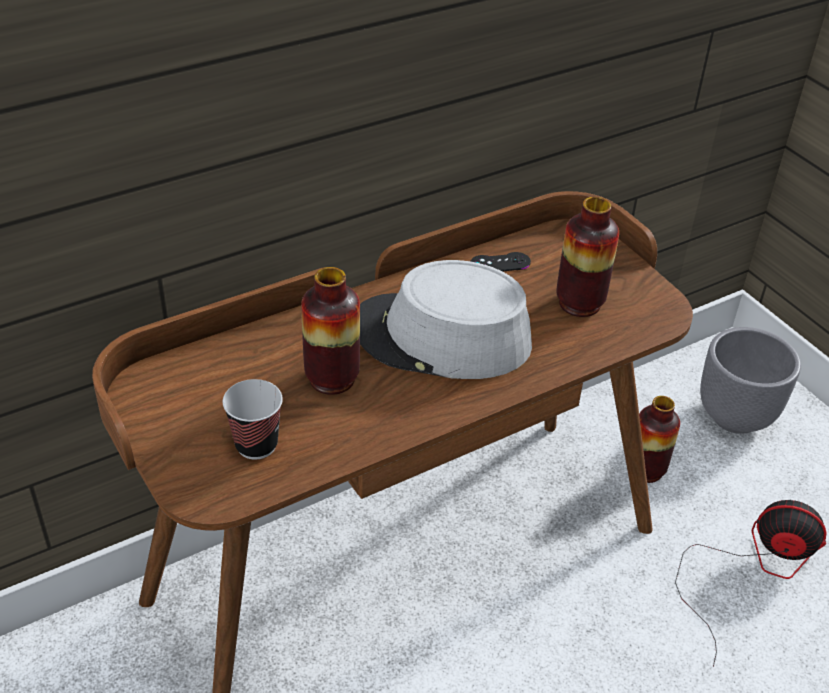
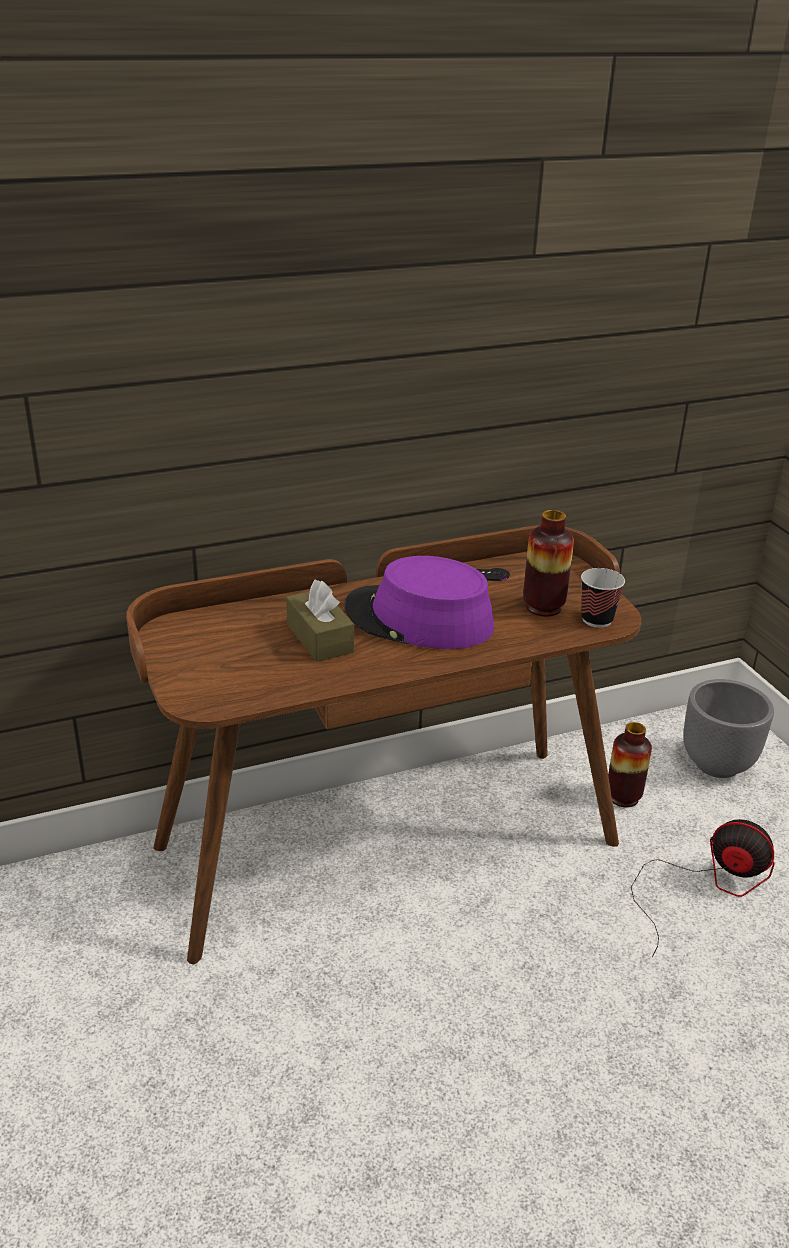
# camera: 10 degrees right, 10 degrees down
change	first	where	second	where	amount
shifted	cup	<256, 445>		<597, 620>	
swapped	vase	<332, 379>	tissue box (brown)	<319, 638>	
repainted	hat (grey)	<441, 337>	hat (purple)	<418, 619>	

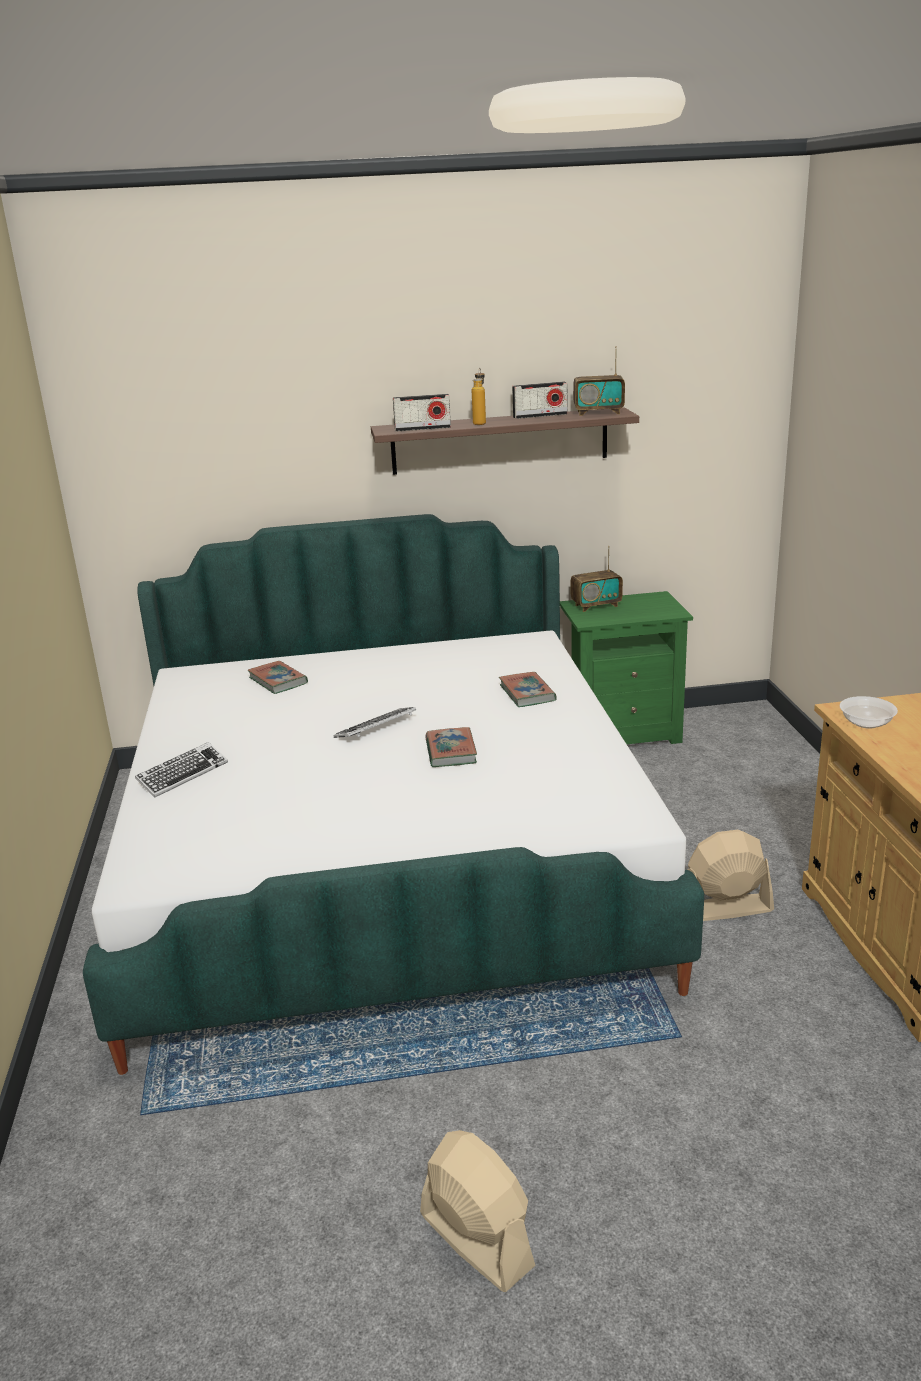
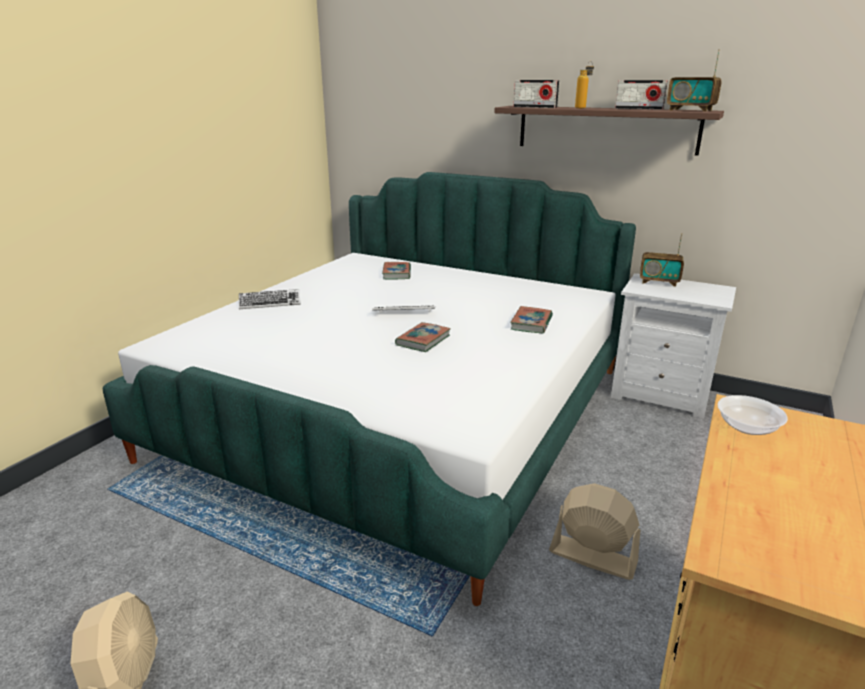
# camera: 35 degrees right, 0 degrees up
change	first	where	second	where	amount
repainted	nightstand (green)	<622, 732>	nightstand (white)	<661, 395>	

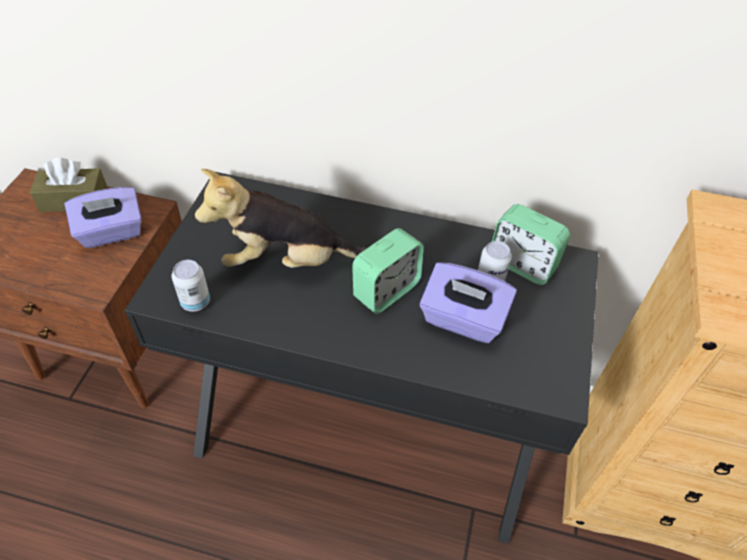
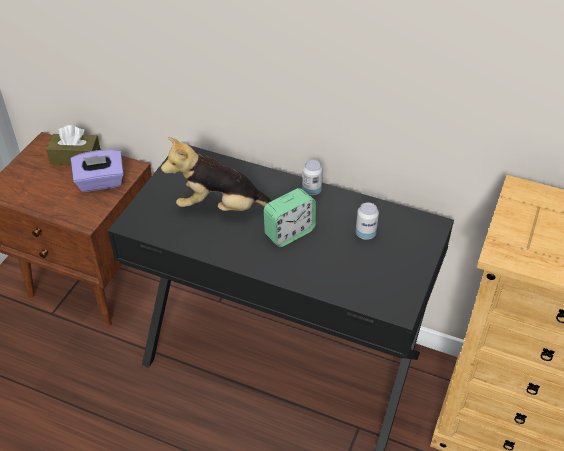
# camera: 10 degrees right, 5 degrees down
change	first	where	second	where	amount
gone	tissue box (purple)	<462, 320>			
gone	alarm clock	<522, 264>			
shifted	can	<195, 302>		<311, 190>	

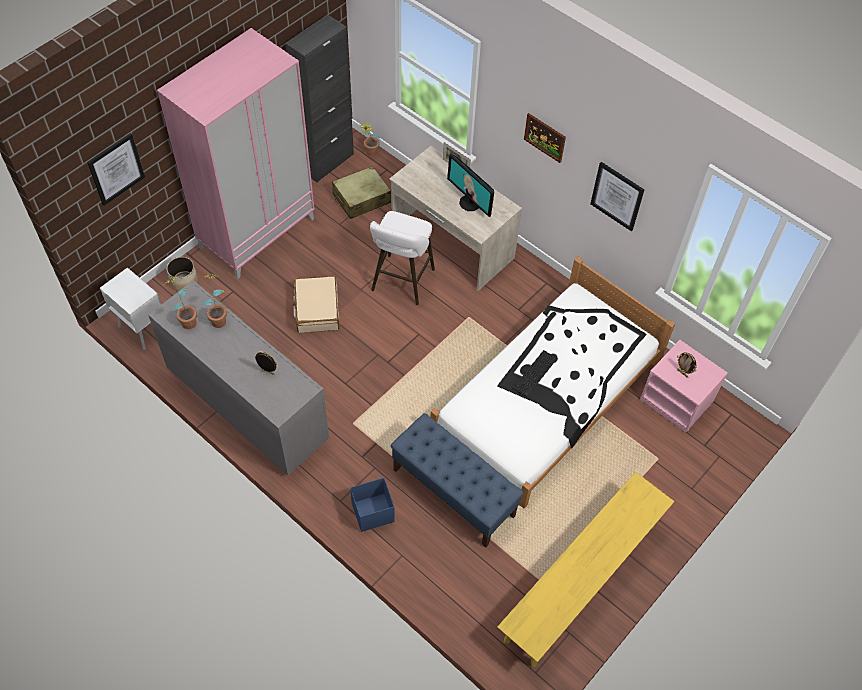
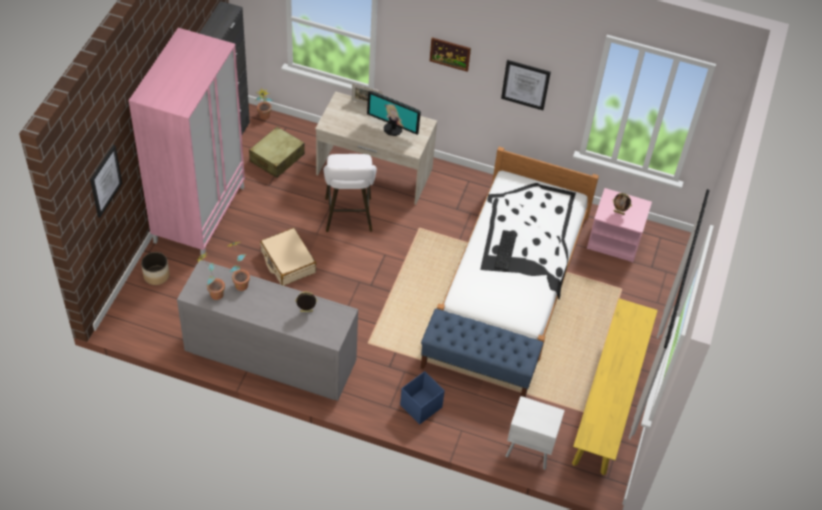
# camera: 25 degrees left, 5 degrees down
change	first	where	second	where	amount
shifted	nightstand (white)	<142, 328>		<528, 450>	

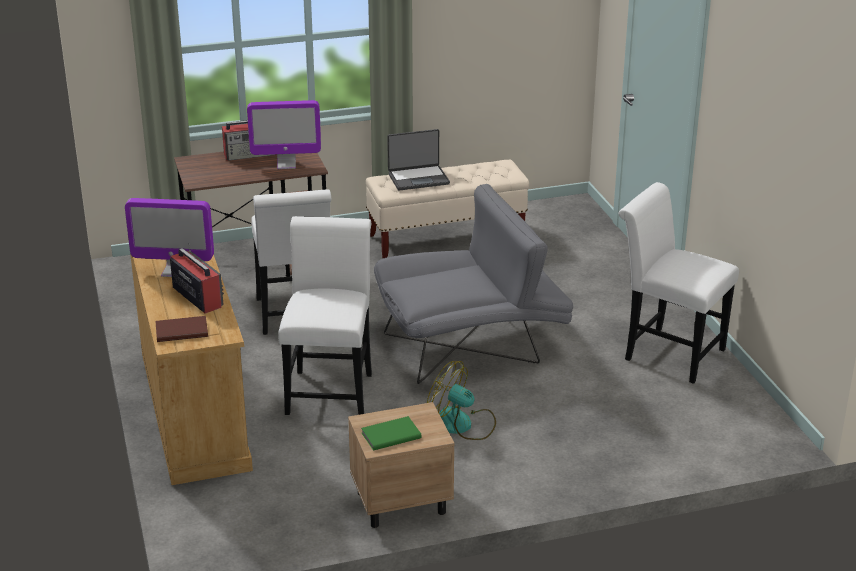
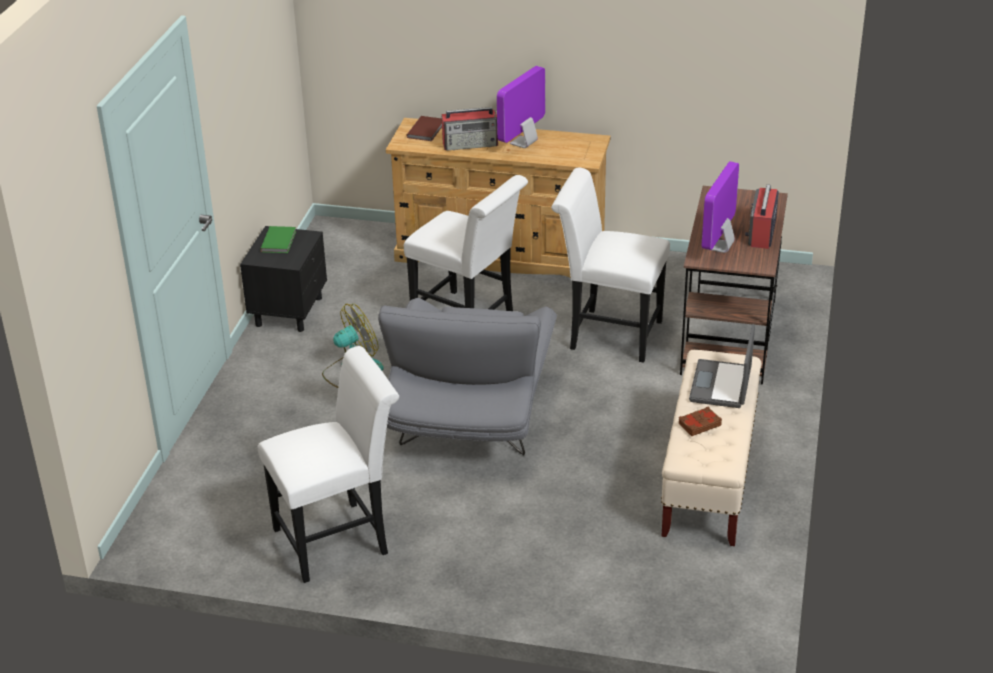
# camera: 120 degrees right, 5 degrees up
change	first	where	second	where	amount
new			book (brown)	<699, 424>	
repainted	nightstand (beige)	<399, 502>	nightstand (black)	<289, 311>	

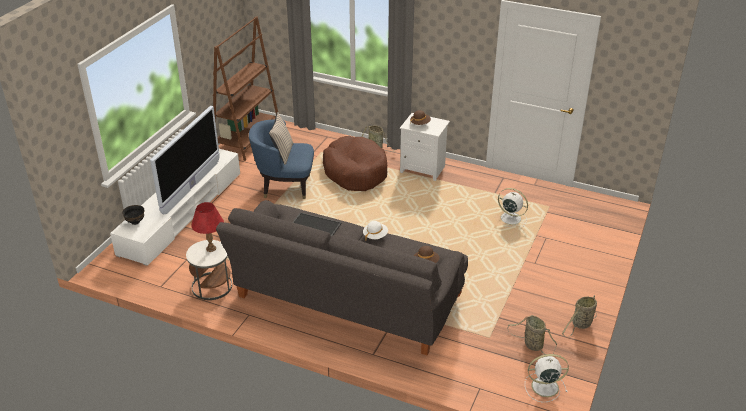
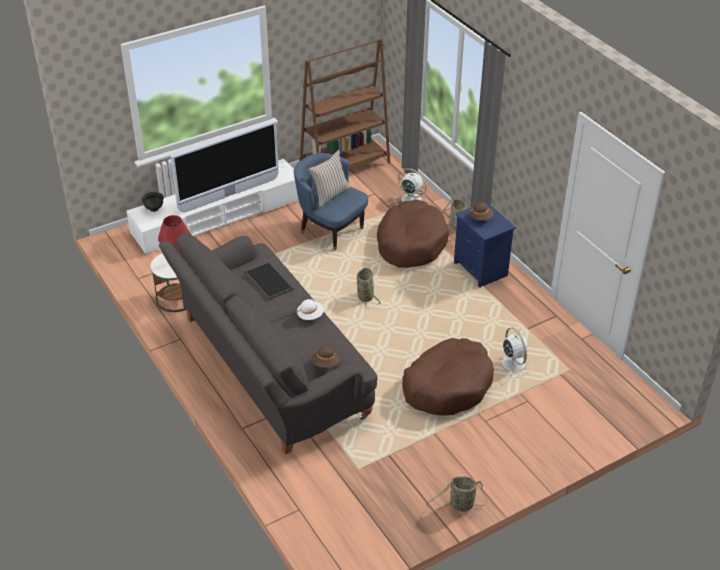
# camera: 35 degrees right, 5 degrees up
change	first	where	second	where	amount
new			dog bed (brown)	<447, 385>	
shifted	basket	<531, 344>		<365, 296>	
shifted	fan (white)	<543, 387>		<410, 199>	
repainted	nightstand (white)	<424, 169>	nightstand (blue)	<482, 270>	

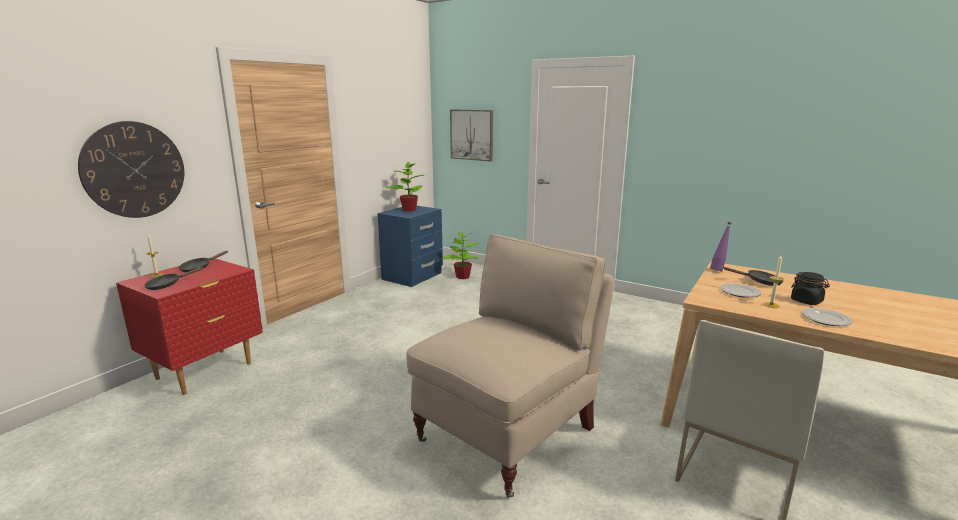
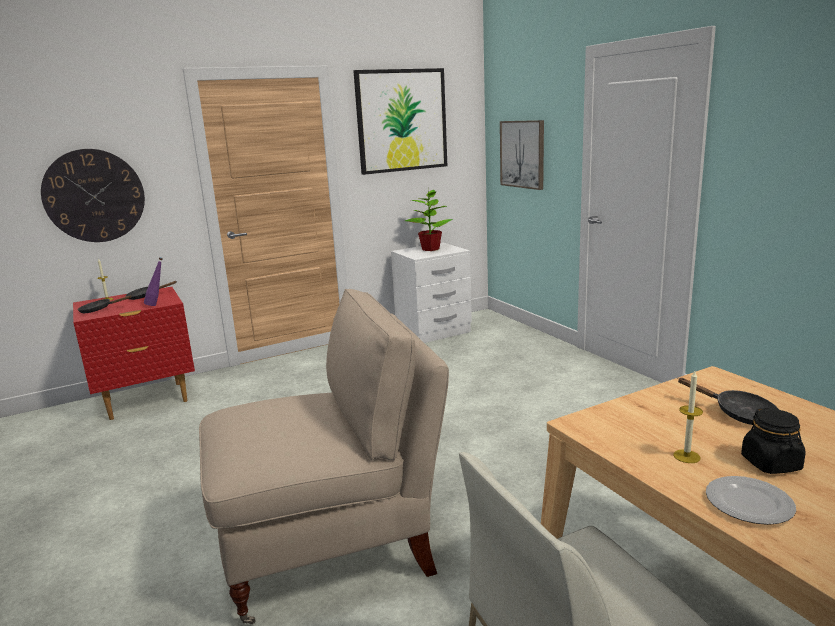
# camera: 30 degrees right, 0 degrees up
change	first	where	second	where	amount
gone	potted plant	<462, 276>			
gone	plate	<739, 292>			
new			picture	<401, 120>	
shifted	bottle (purple)	<718, 270>		<157, 305>	
repainted	nightstand (blue)	<413, 276>	nightstand (white)	<433, 332>	

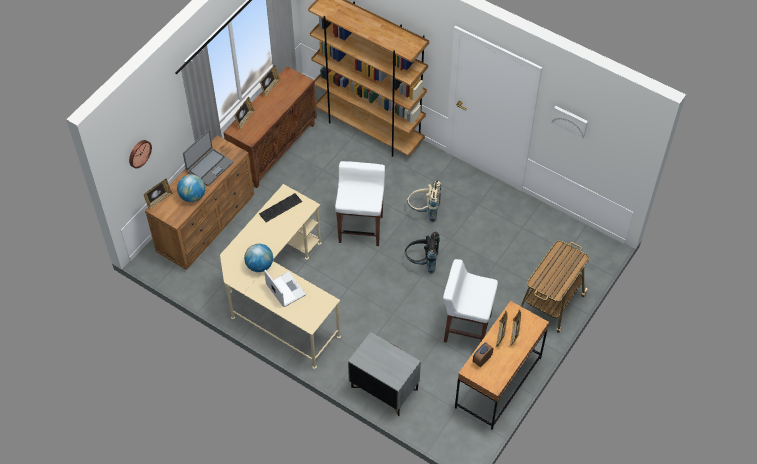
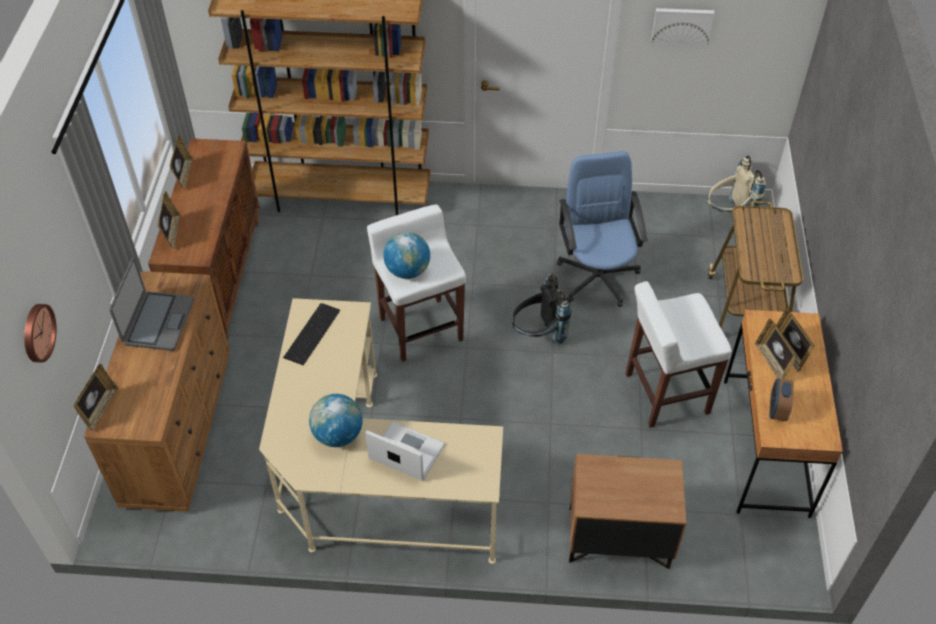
# camera: 30 degrees left, 5 degrees down
change	first	where	second	where	amount
new			office chair (blue)	<597, 276>	
shifted	globe	<193, 196>		<407, 270>	
shifted	backpack (beige)	<424, 211>		<728, 215>	
repainted	nightstand (grey)	<383, 389>	nightstand (brown)	<618, 539>	

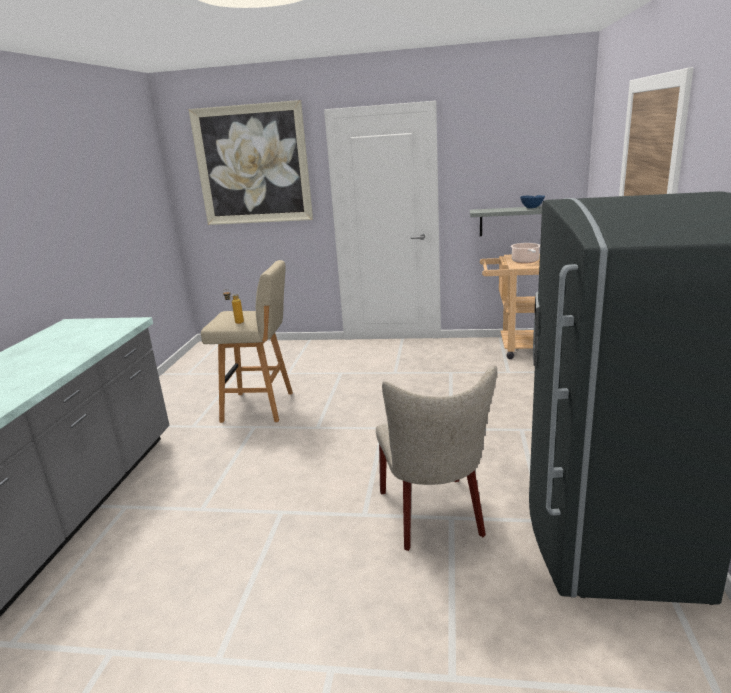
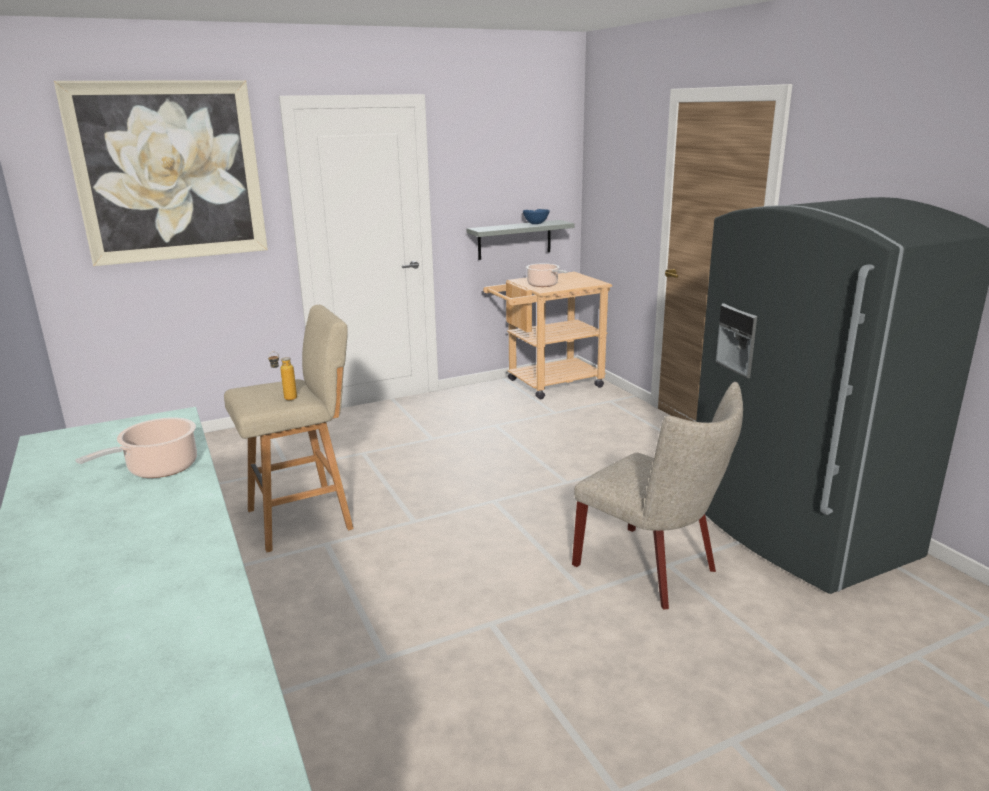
# camera: 35 degrees left, 0 degrees up
change	first	where	second	where	amount
new			cooking pot	<159, 469>	

